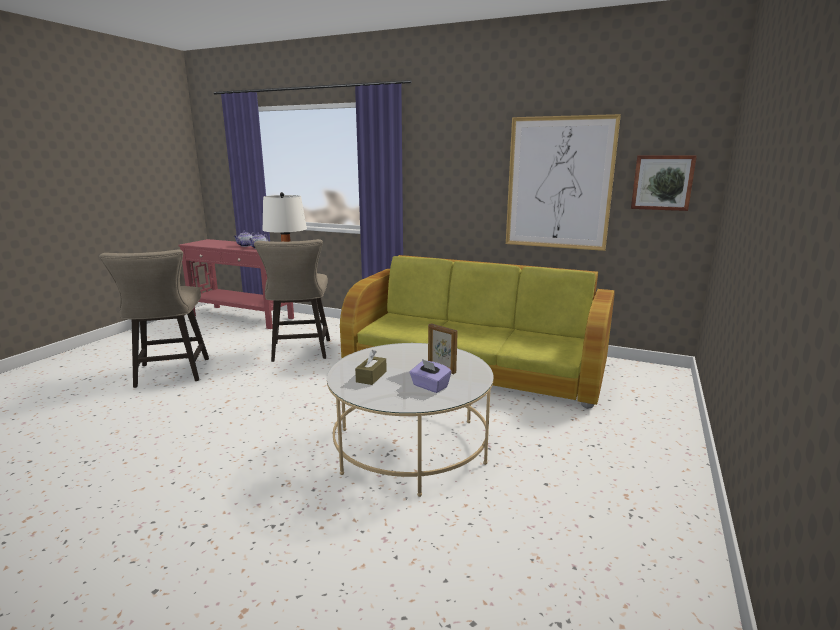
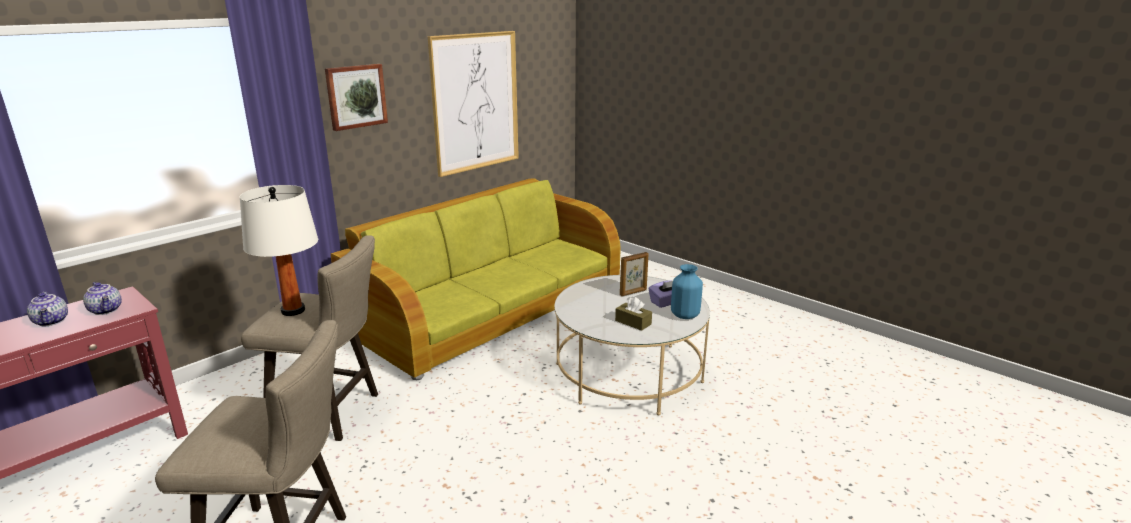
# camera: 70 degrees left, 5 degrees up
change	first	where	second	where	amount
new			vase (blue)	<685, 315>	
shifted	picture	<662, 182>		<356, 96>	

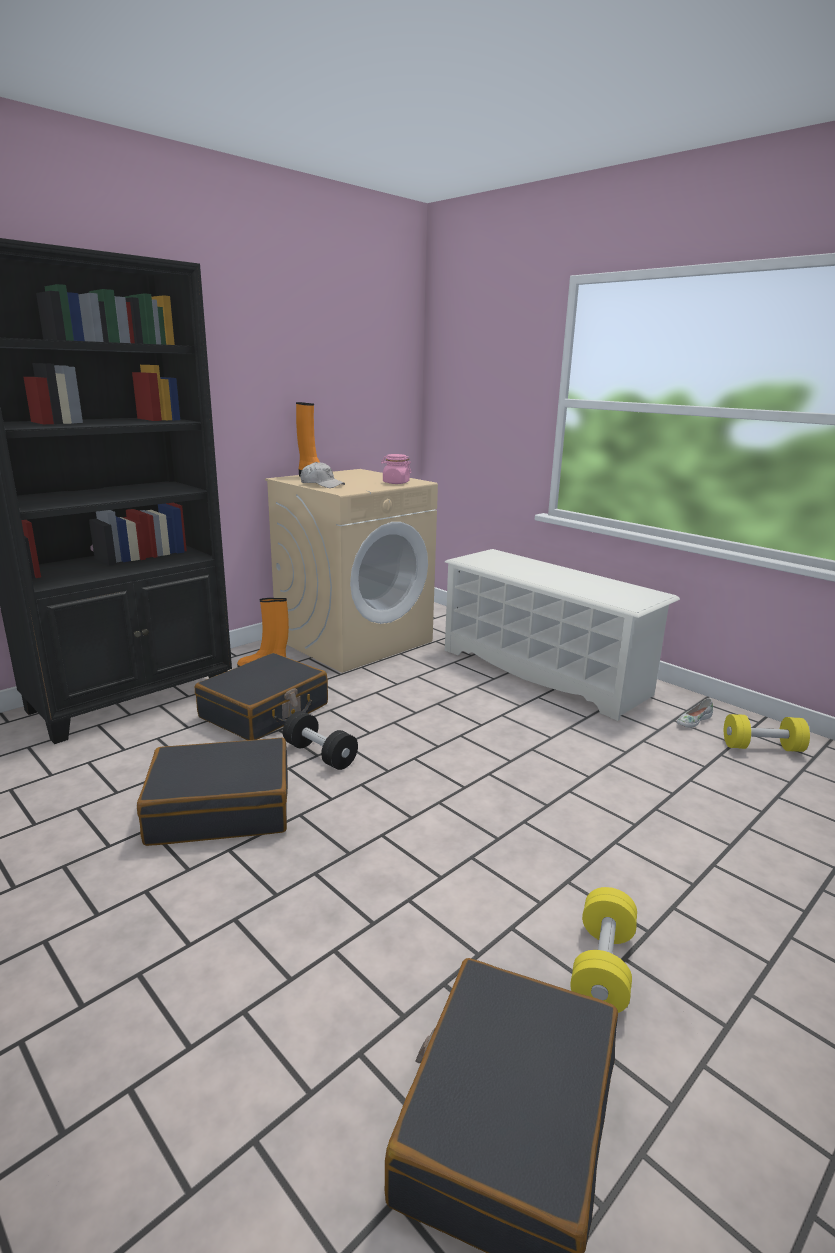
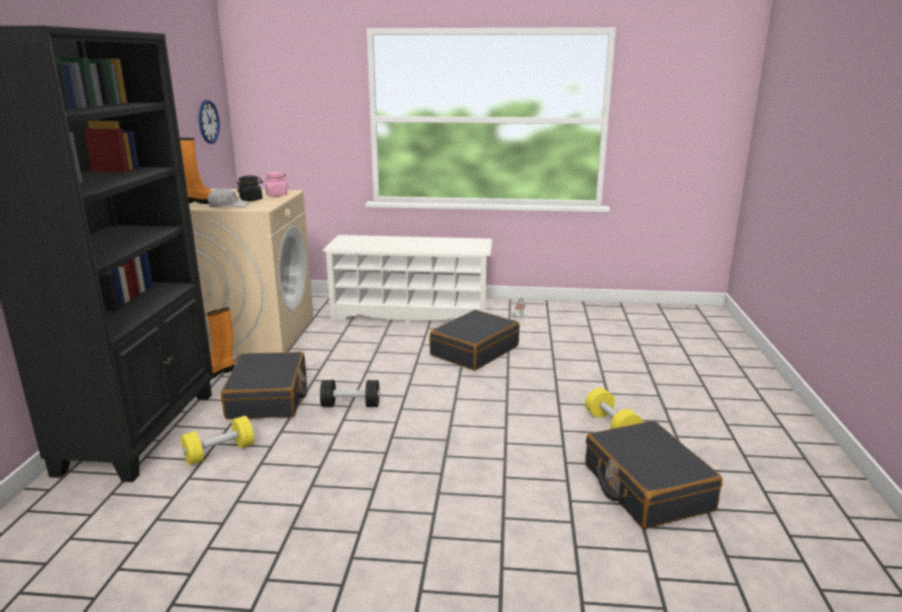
# camera: 40 degrees left, 0 degrees up
change	first	where	second	where	amount
new			wall clock	<208, 121>	
new			jar (black)	<251, 199>	
shifted	suitcase (black)	<221, 808>		<474, 350>	
shifted	dumbbell (yellow)	<762, 747>		<220, 452>	

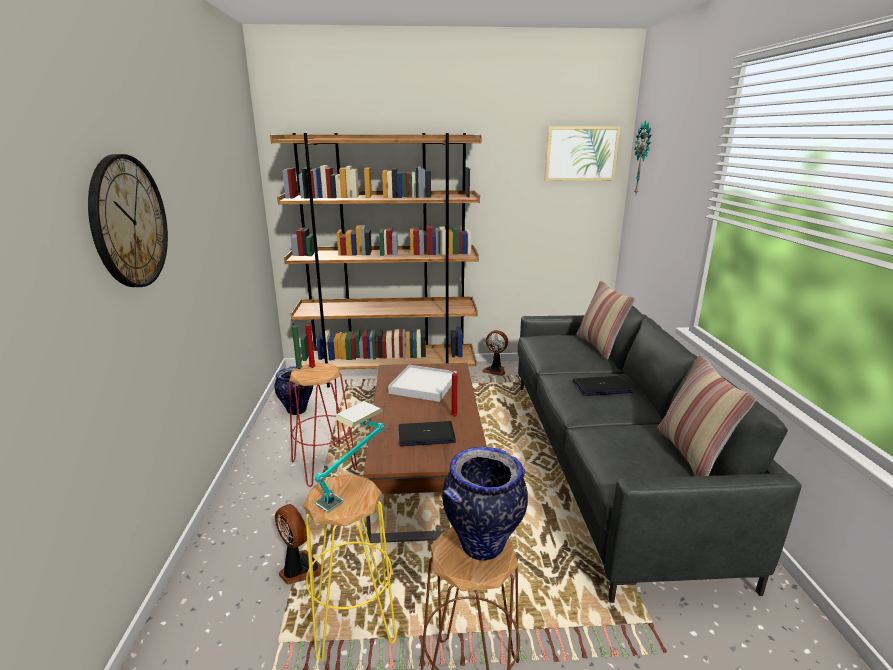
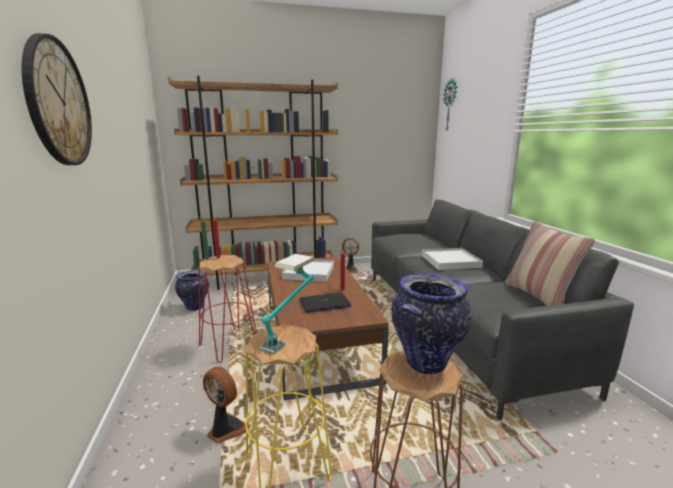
# camera: 10 degrees left, 5 degrees down
change	first	where	second	where	amount
gone	picture	<581, 153>			
gone	pillow	<599, 346>			
swapped	laptop	<601, 387>	tray (white)	<450, 261>	

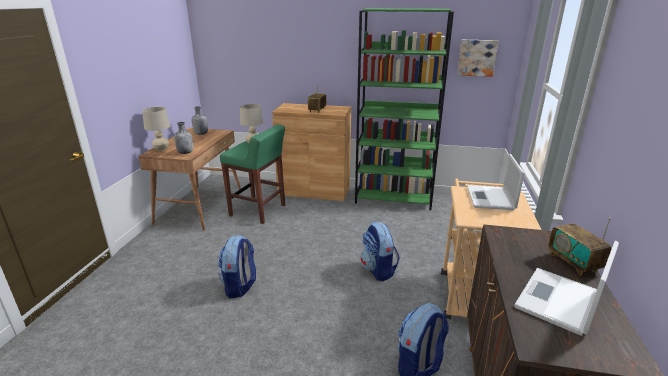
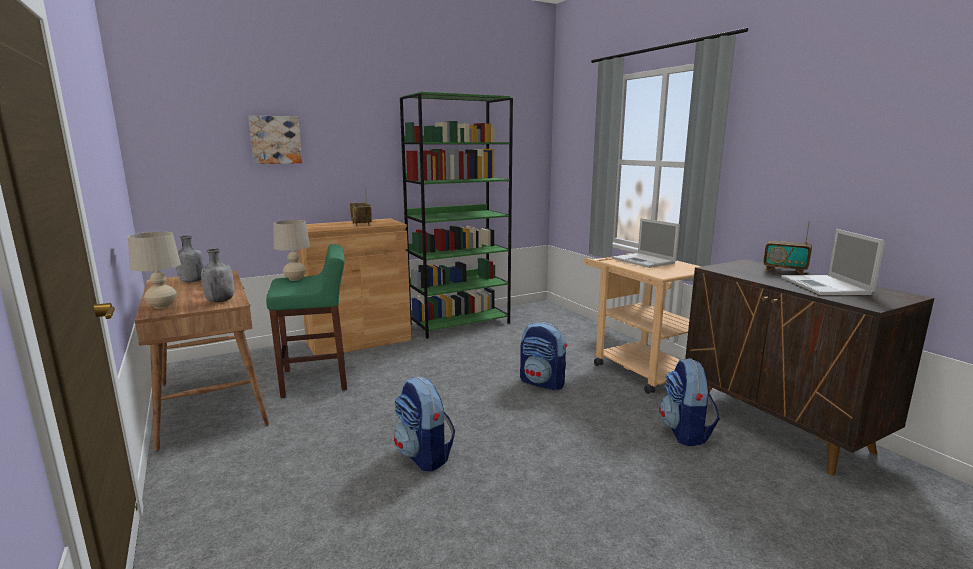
# camera: 40 degrees left, 10 degrees down
change	first	where	second	where	amount
shifted	picture	<476, 57>		<275, 140>	

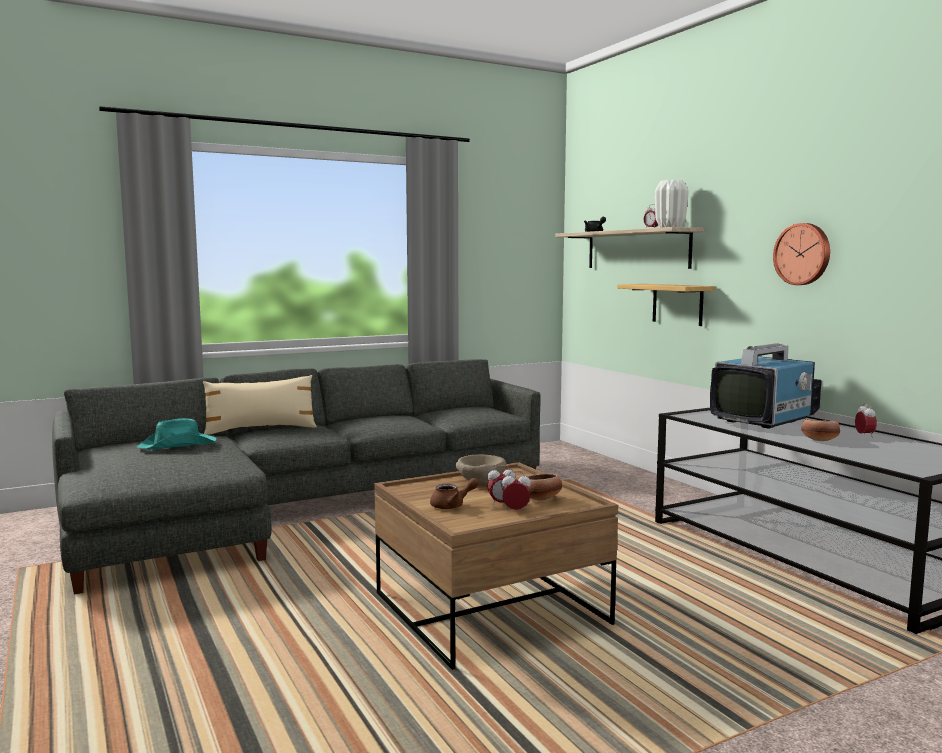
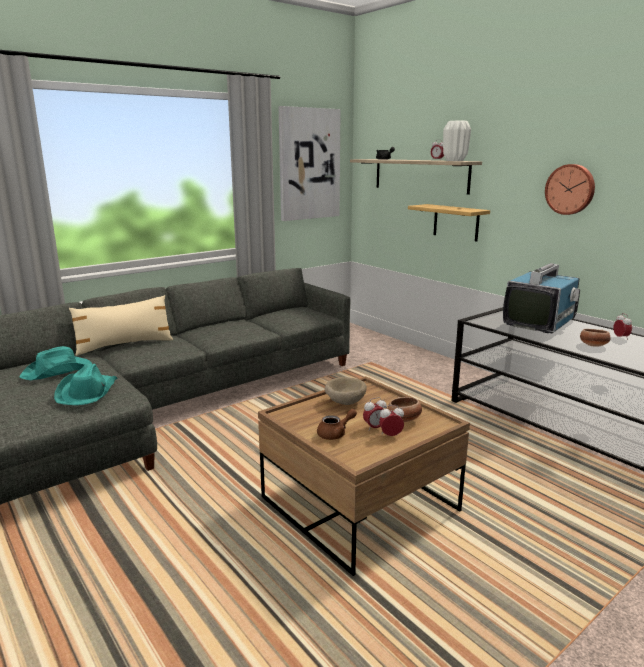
# camera: 10 degrees left, 10 degrees up
change	first	where	second	where	amount
new			hat (turquoise)	<87, 391>	
new			picture	<309, 164>	

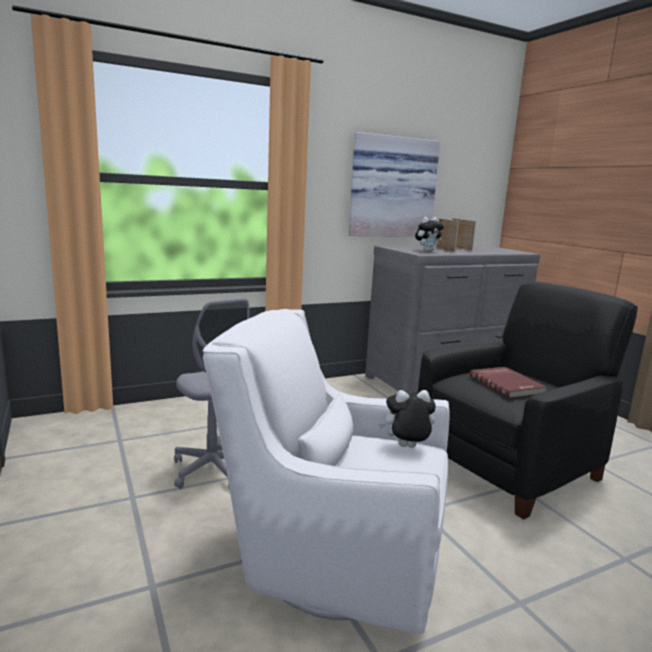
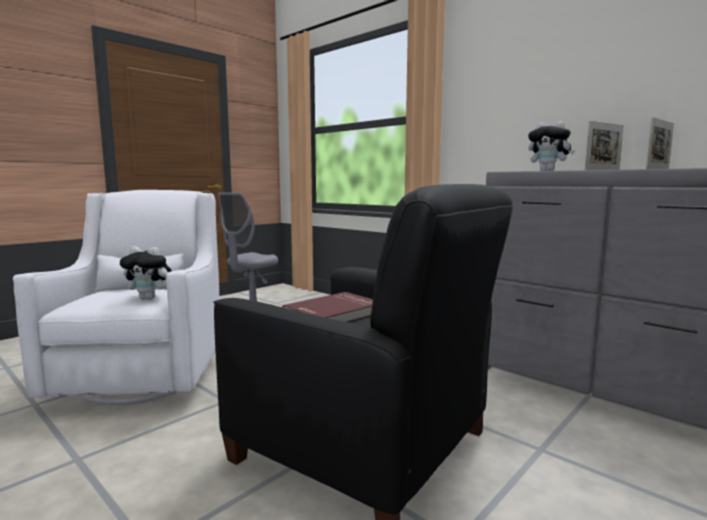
# camera: 70 degrees right, 5 degrees down
change	first	where	second	where	amount
gone	picture	<391, 187>			
rotated	plush toy	<406, 448>		<150, 298>	120 degrees clockwise

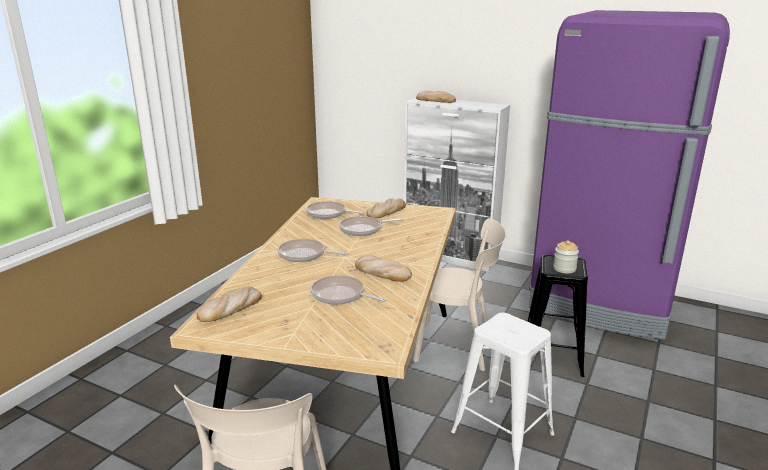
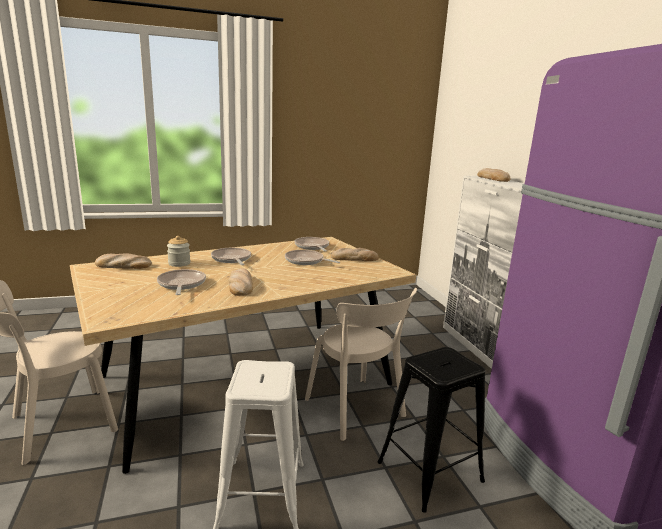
# camera: 45 degrees right, 5 degrees down
change	first	where	second	where	amount
shifted	jar	<564, 268>		<179, 263>	

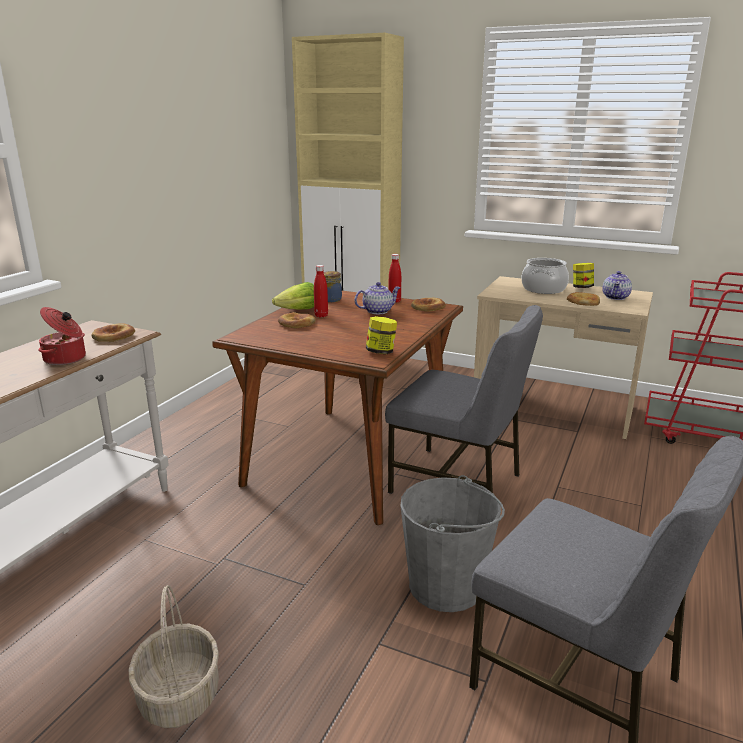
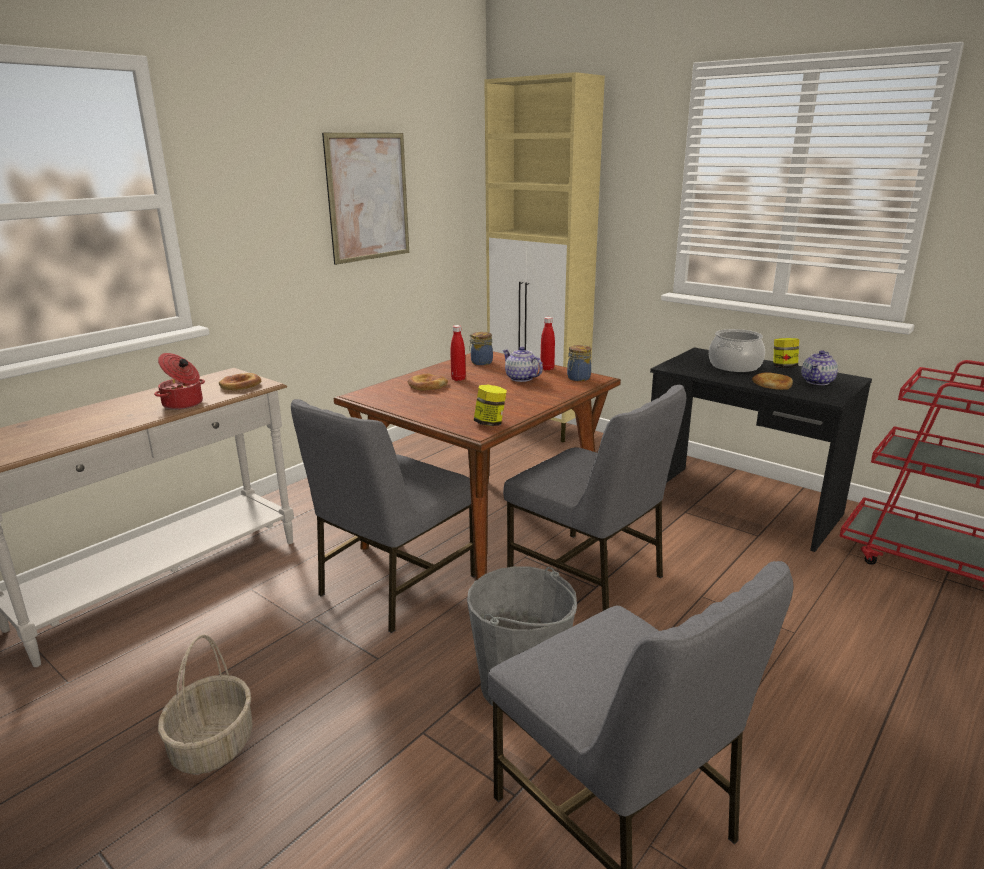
# camera: 15 degrees right, 0 degrees up
change	first	where	second	where	amount
gone	lettuce	<298, 310>			
new			chair (grey)	<394, 585>	
new			picture	<368, 197>	
swapped	bread	<427, 307>	jar	<578, 378>	
repainted	desk (beige)	<553, 409>	desk (black)	<740, 506>	
rotated	teapot	<377, 311>		<521, 378>	120 degrees counterclockwise

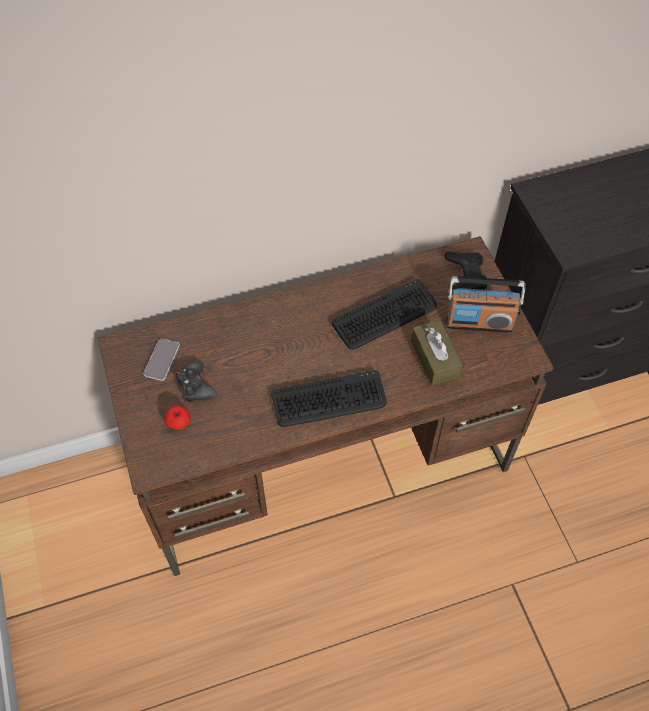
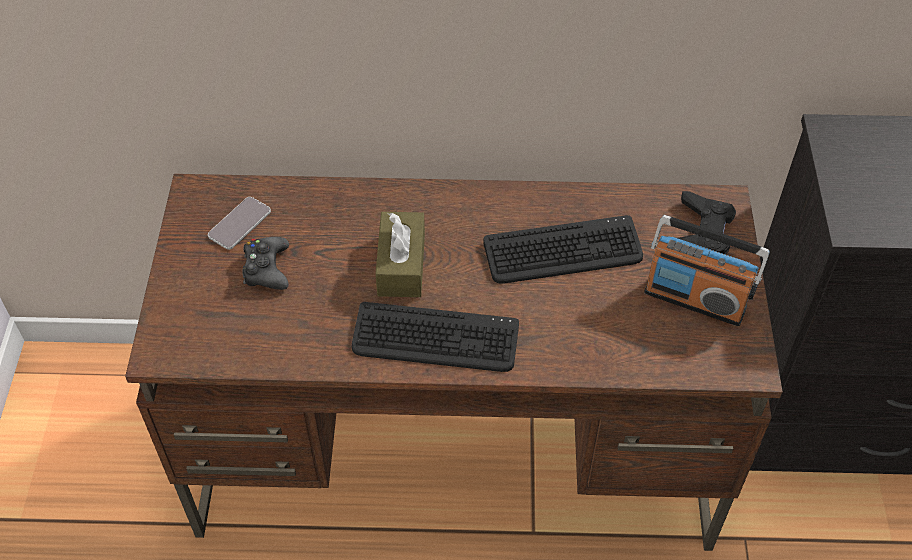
# camera: 20 degrees right, 5 degrees down
change	first	where	second	where	amount
gone	apple	<179, 423>			
shifted	tissue box (brown)	<434, 359>		<401, 265>	

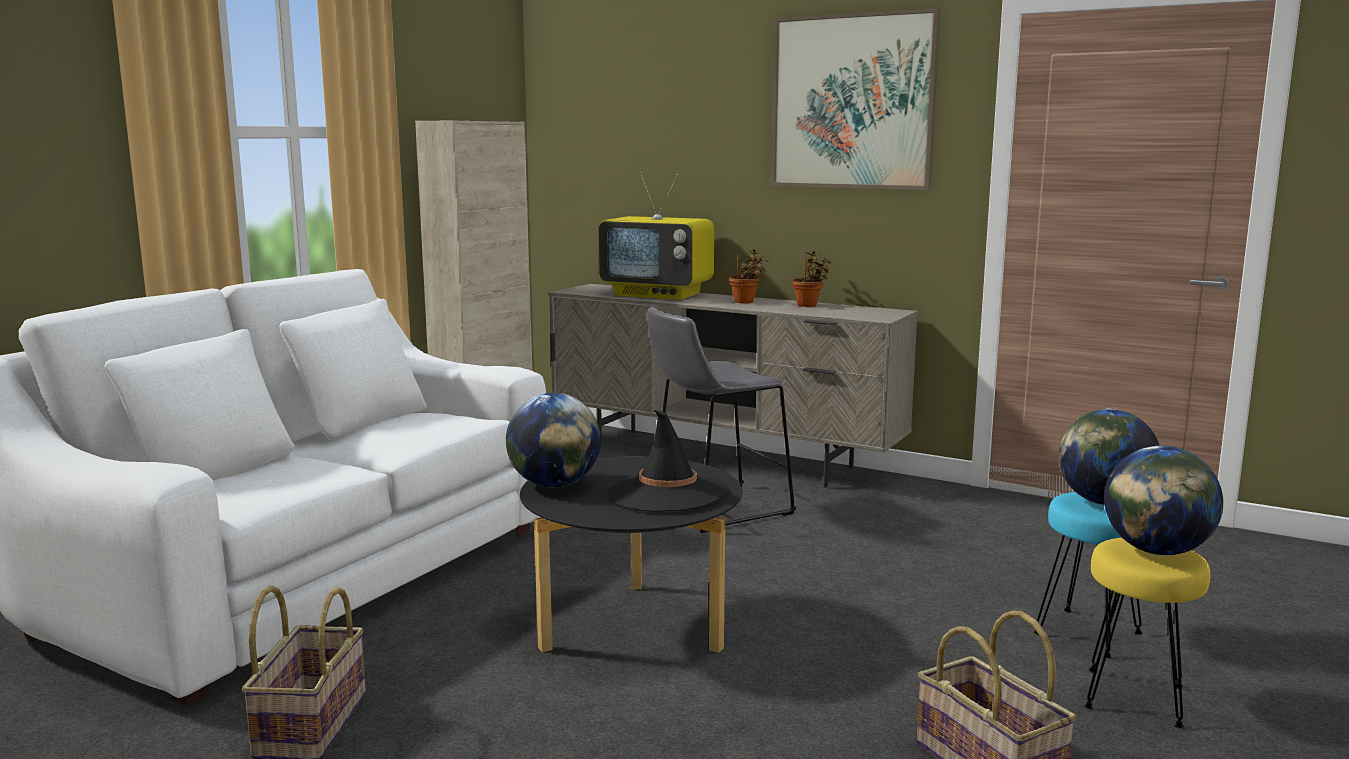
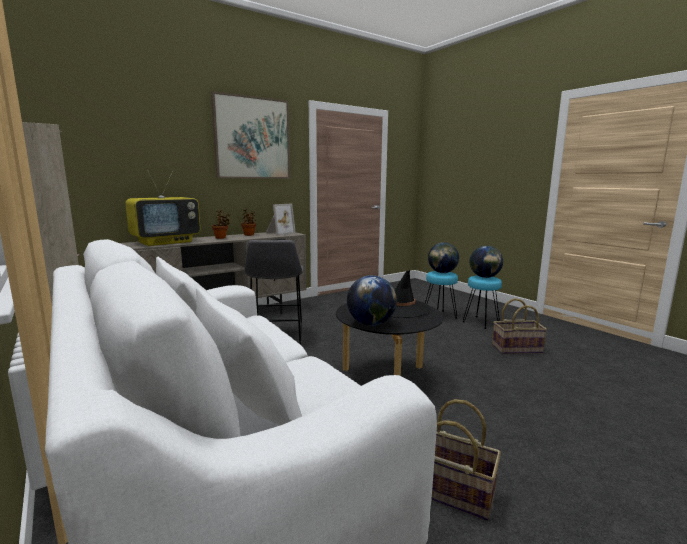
# camera: 65 degrees left, 0 degrees up
change	first	where	second	where	amount
new			picture frame	<279, 233>	
repainted	stool (yellow)	<1136, 698>	stool (turquoise)	<481, 322>	

